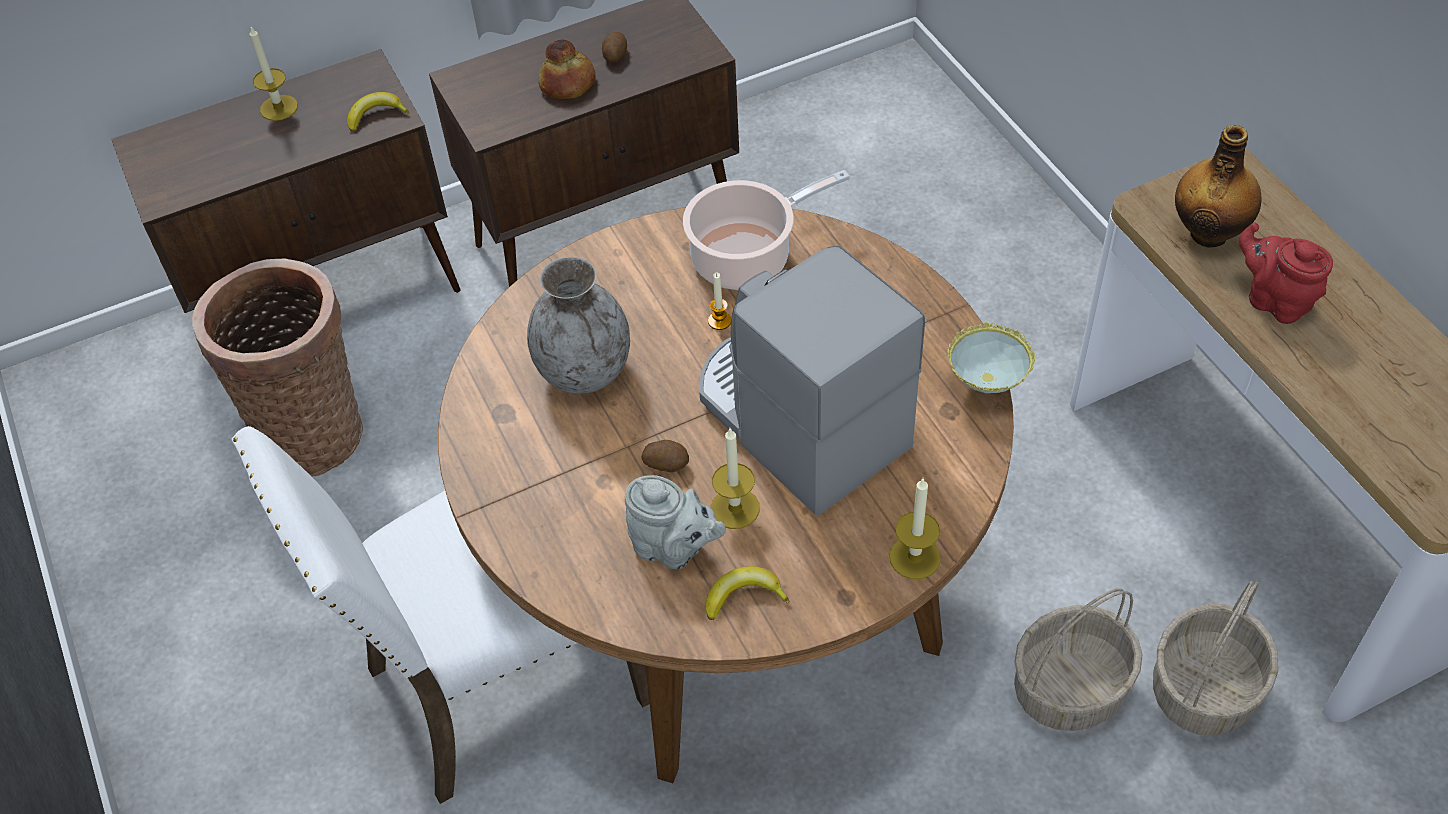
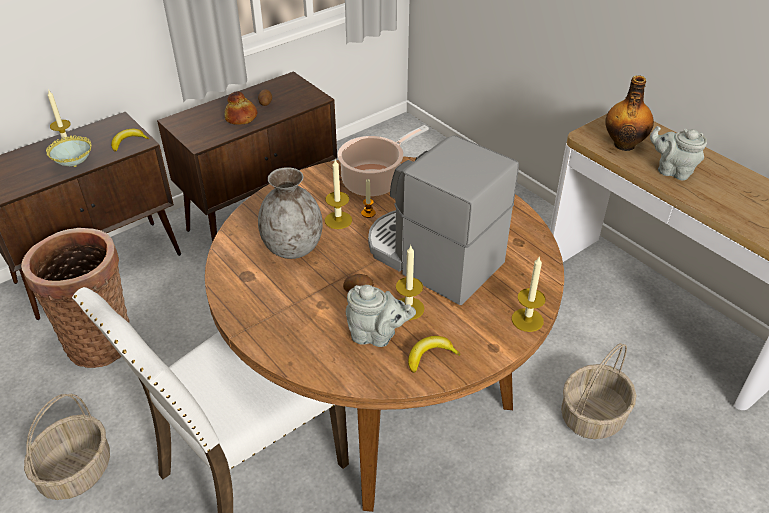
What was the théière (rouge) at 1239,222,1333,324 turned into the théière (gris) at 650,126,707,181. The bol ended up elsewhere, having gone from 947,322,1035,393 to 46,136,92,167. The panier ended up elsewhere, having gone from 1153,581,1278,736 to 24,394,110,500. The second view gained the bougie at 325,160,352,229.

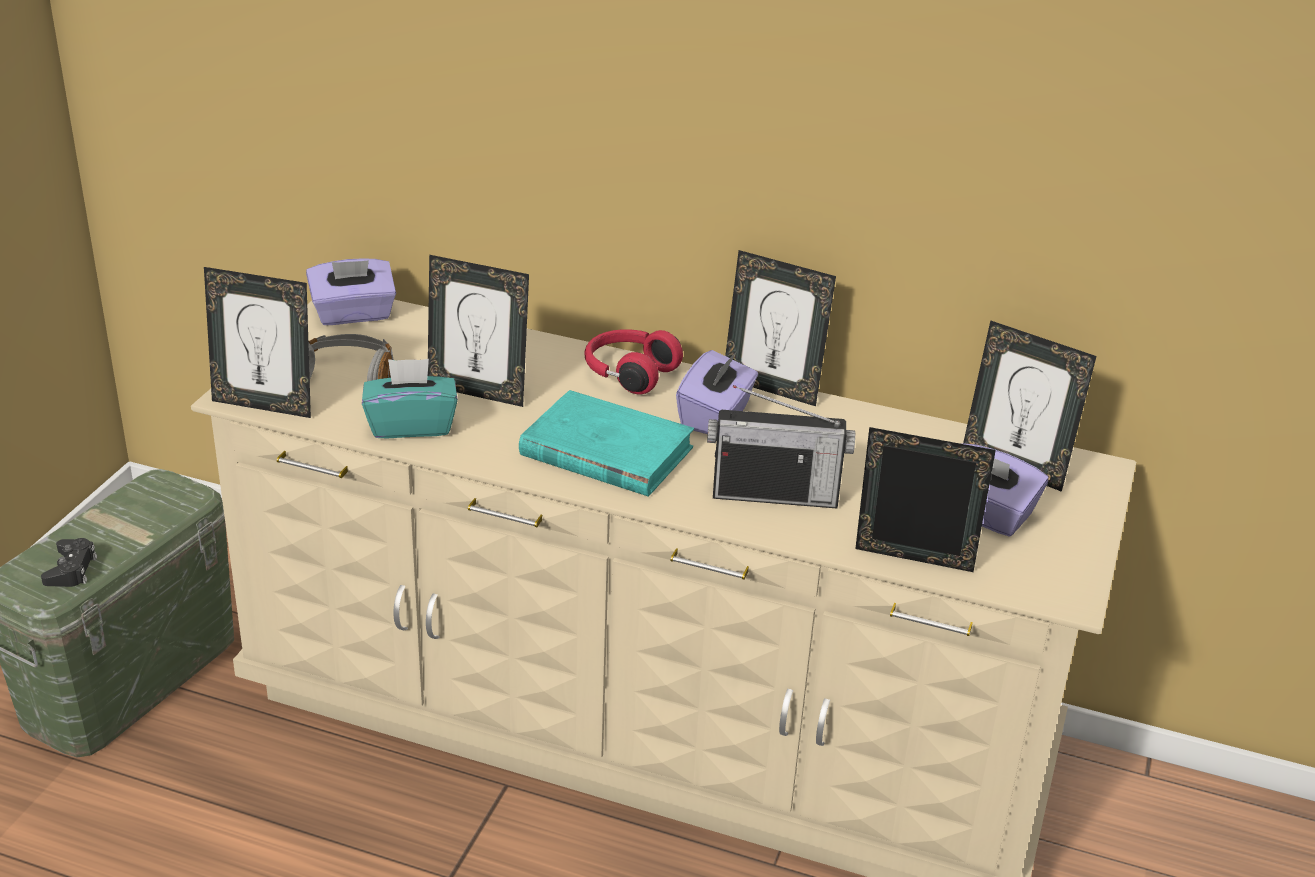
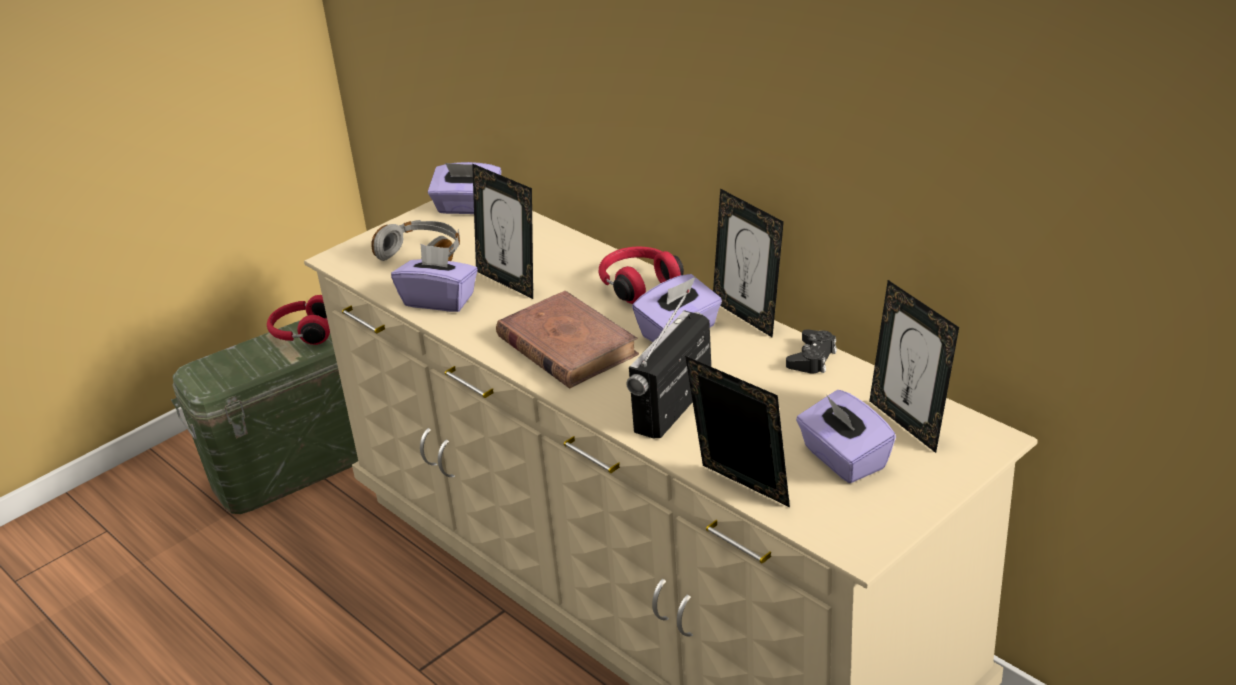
The second view lost the cadre photo at 204,267,311,418. What was the boîte à mouchoirs (turquoise) at 362,359,458,438 turned into the boîte à mouchoirs (violet) at 391,244,478,312. The radio at 707,385,855,508 ended up facing another way, 90 degrees clockwise from before. What was the livre (turquoise) at 519,390,694,497 turned into the livre (marron) at 496,291,639,388. The manette (noir) ended up elsewhere, having gone from 41,538,97,587 to 786,329,837,373. The second view gained the casque audio (rouge) at 267,295,330,345.

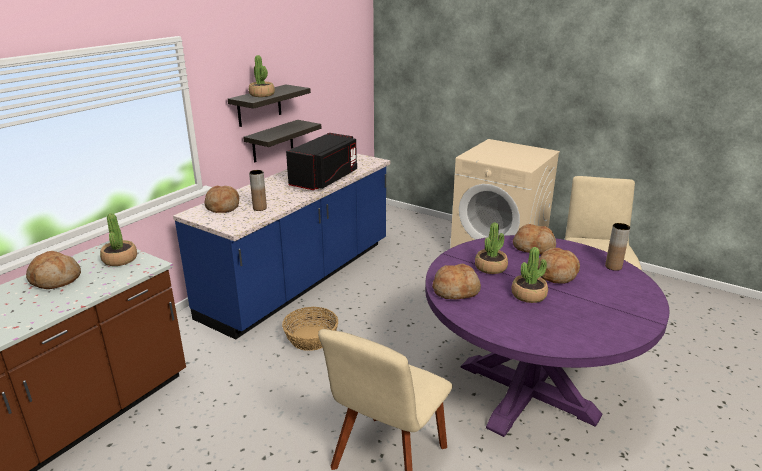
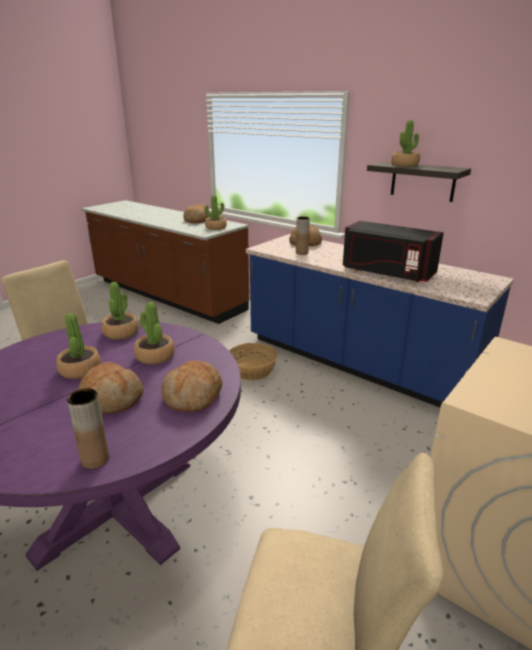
The second view lost the étagère at 243,120,321,162. Where the pain stood at 432,264,481,300, the plante en pot came to stand at 101,282,139,339.

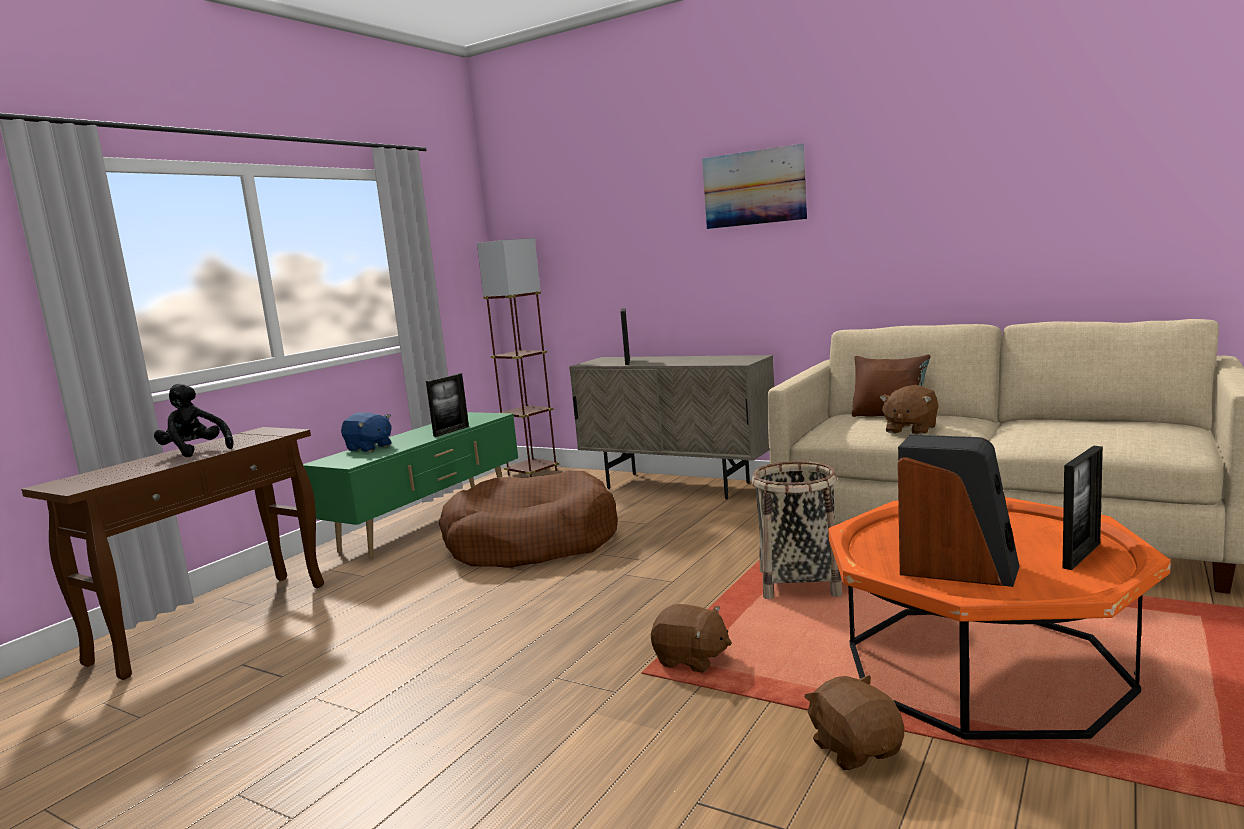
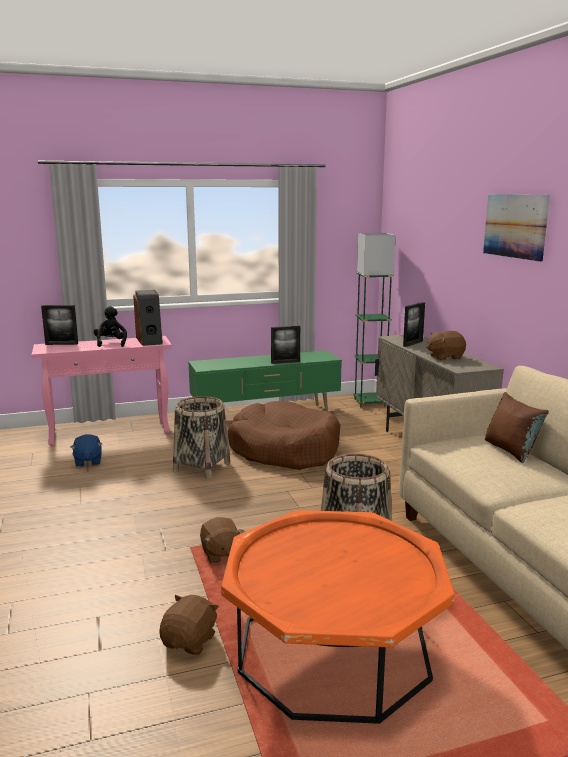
What was the lampadaire (marron) at 477,238,559,477 turned into the lampadaire (vert) at 353,233,396,407. The peluche (marron) ended up elsewhere, having gone from 879,385,939,435 to 426,331,466,360. The peluche (bleu) ended up elsewhere, having gone from 341,412,392,452 to 70,434,102,467. What was the table console (marron) at 21,427,324,680 turned into the table console (rose) at 32,336,172,446. The enceinte ended up elsewhere, having gone from 898,435,1020,587 to 133,290,163,346. The cadre photo ended up elsewhere, having gone from 1063,446,1103,570 to 41,305,78,345. The second view gained the panier at 173,396,230,479.

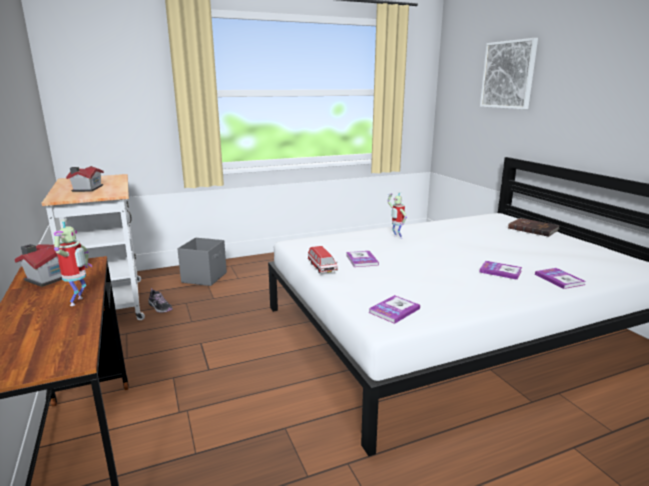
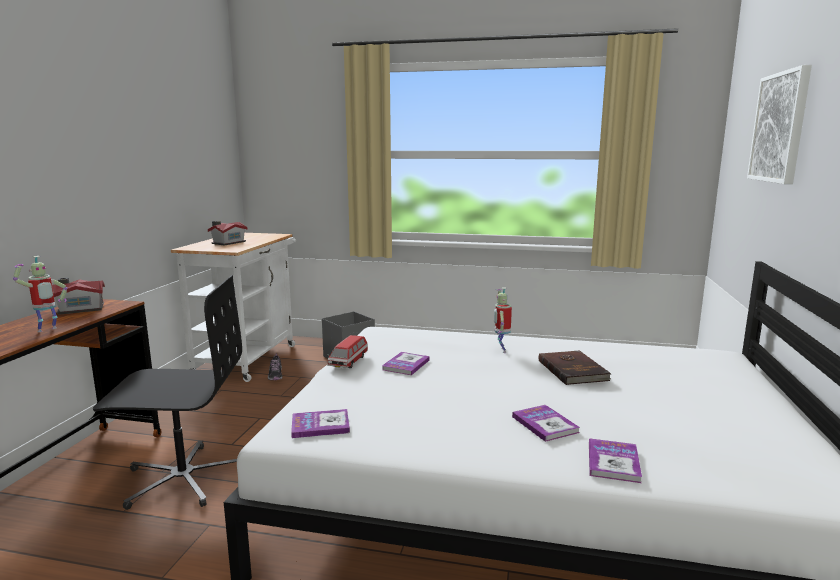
The livre (marron) ended up elsewhere, having gone from 508,218,559,237 to 538,350,611,385. The second view gained the chaise de bureau (noir) at 93,275,242,510.

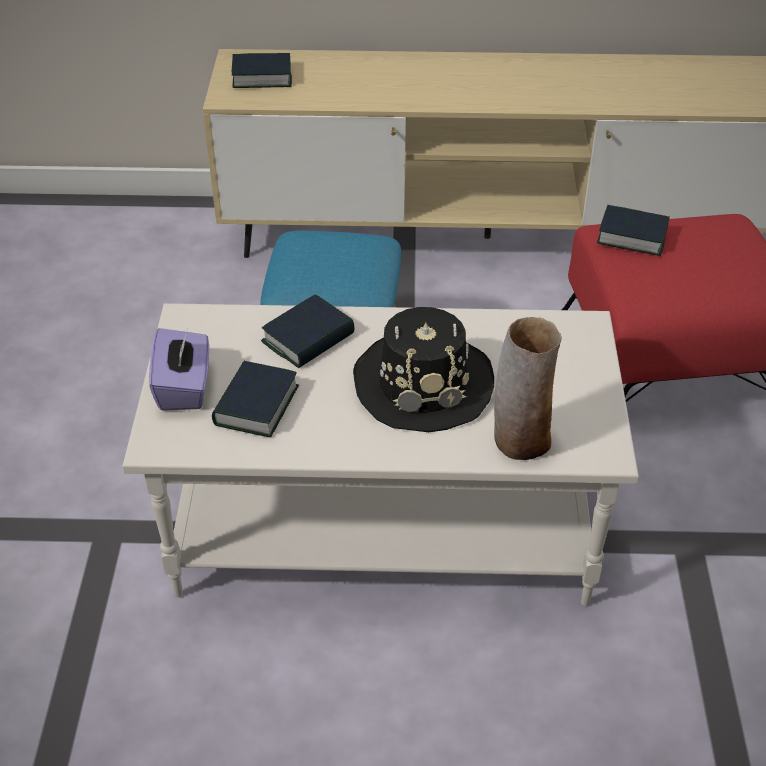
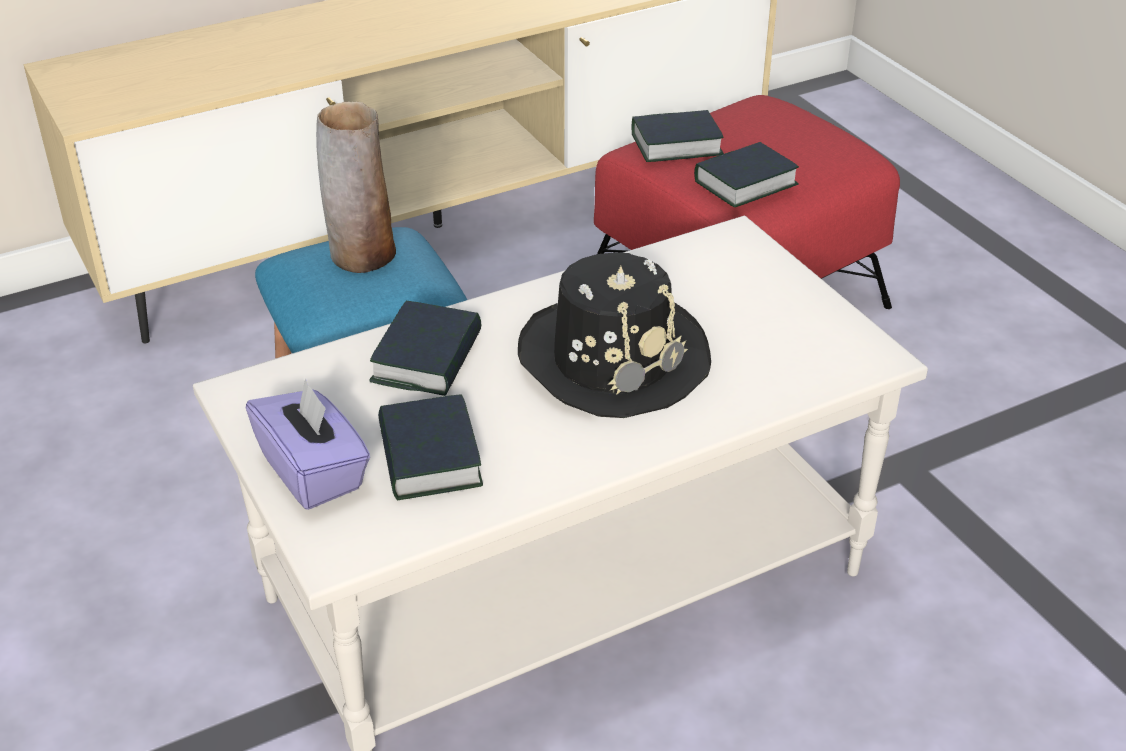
The livre ended up elsewhere, having gone from 232,53,292,88 to 694,142,799,207. The vase ended up elsewhere, having gone from 494,317,562,460 to 316,102,396,273.

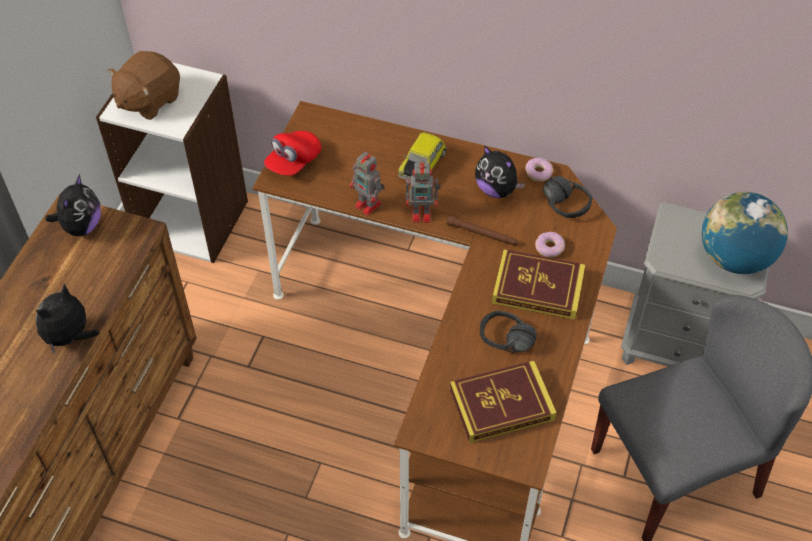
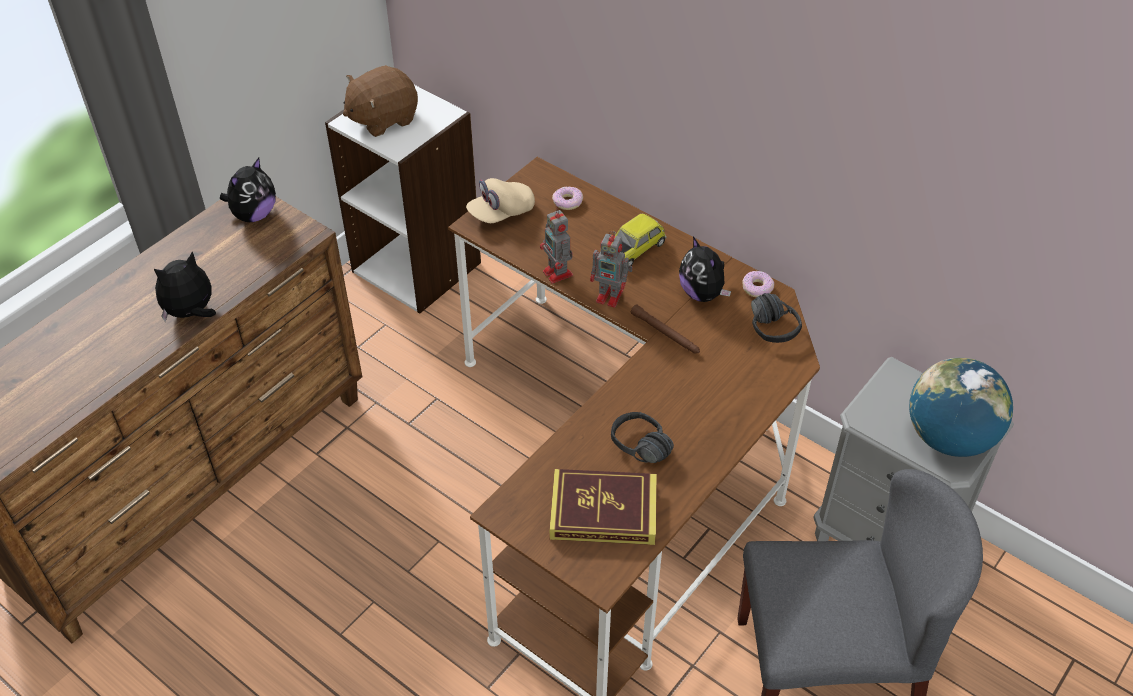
What was the casquette (rouge) at 264,131,321,176 turned into the casquette (beige) at 466,178,535,223. The beignet ended up elsewhere, having gone from 535,232,565,257 to 552,186,583,210. The second view lost the livre at 492,249,585,320.

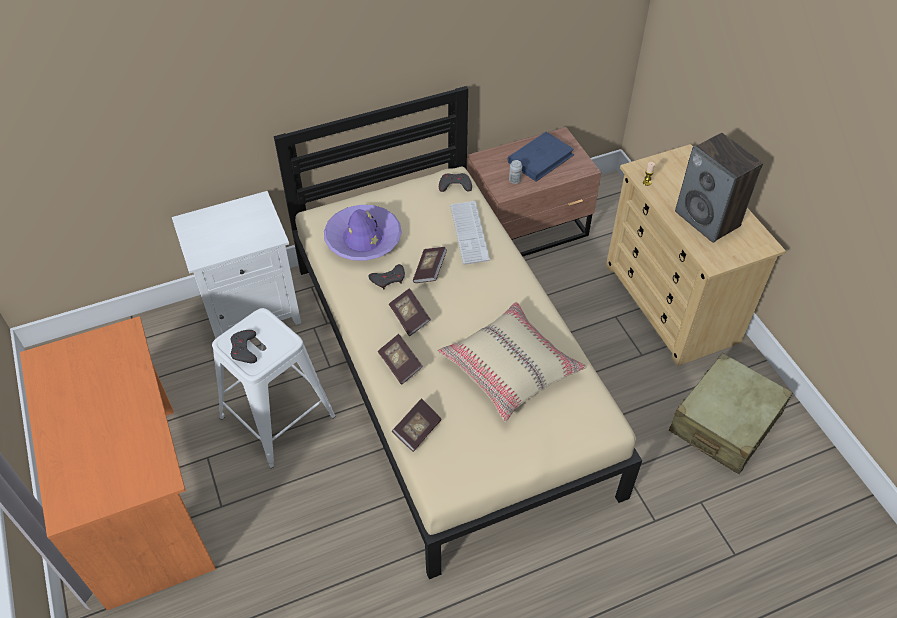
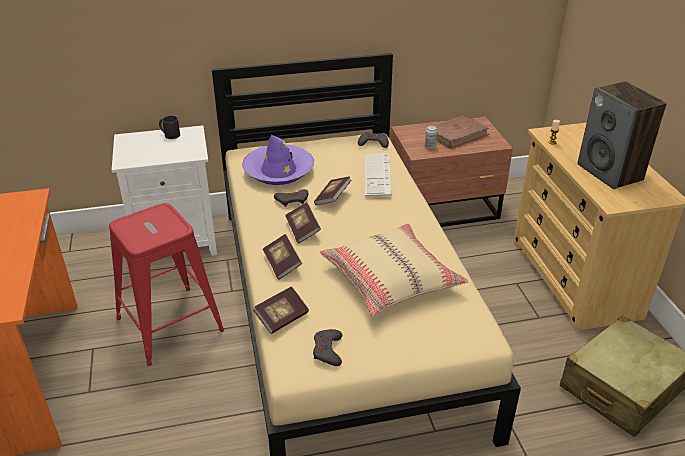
What was the livre (bleu) at 507,132,574,181 turned into the livre (marron) at 434,115,489,149. What was the tabouret (blanc) at 212,308,335,468 turned into the tabouret (rouge) at 109,203,224,366. The manette (gris) ended up elsewhere, having gone from 230,330,257,363 to 313,329,342,366. The second view gained the mug (noir) at 159,116,180,139.

